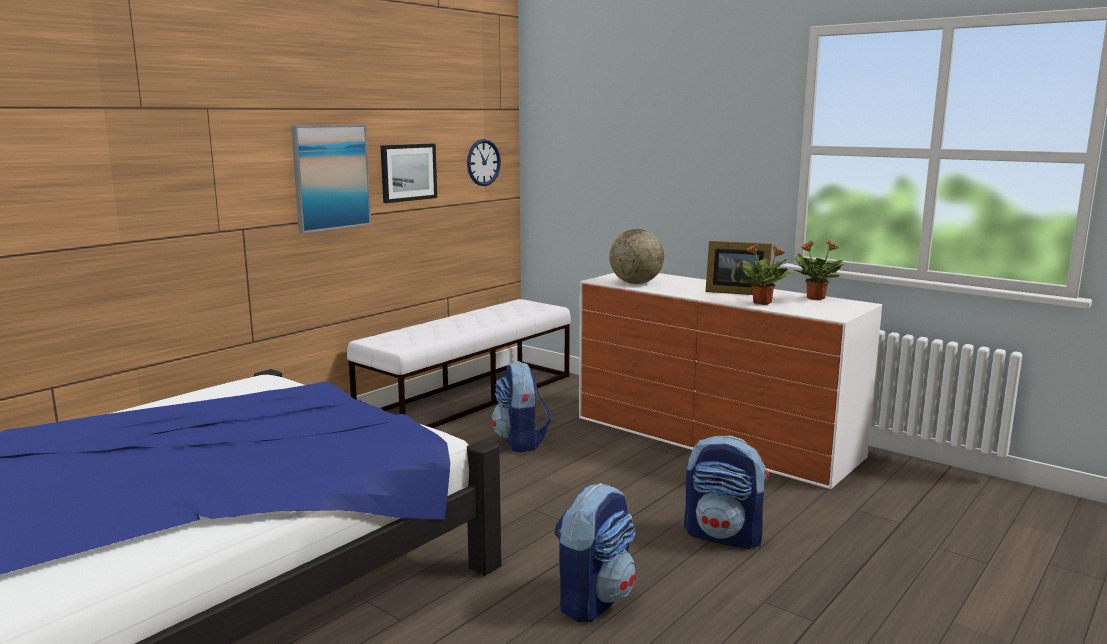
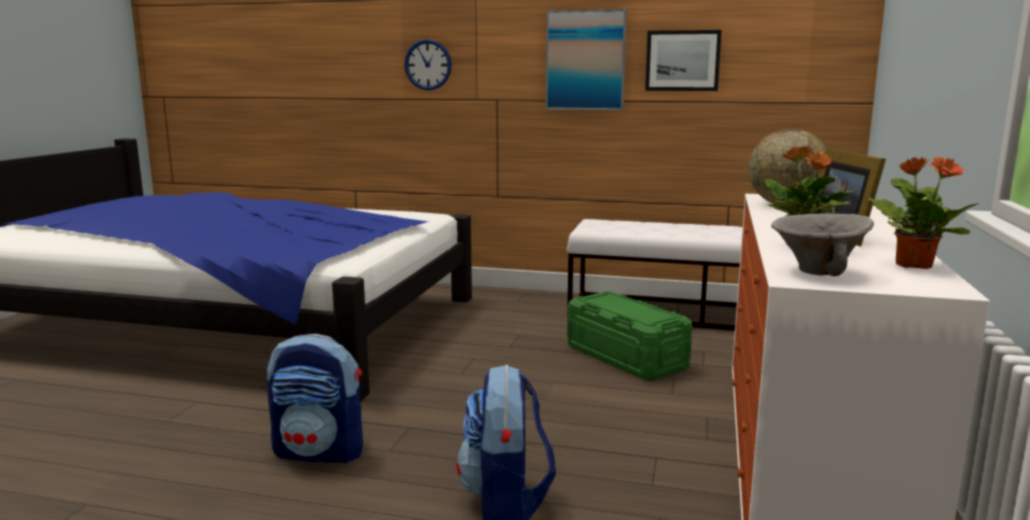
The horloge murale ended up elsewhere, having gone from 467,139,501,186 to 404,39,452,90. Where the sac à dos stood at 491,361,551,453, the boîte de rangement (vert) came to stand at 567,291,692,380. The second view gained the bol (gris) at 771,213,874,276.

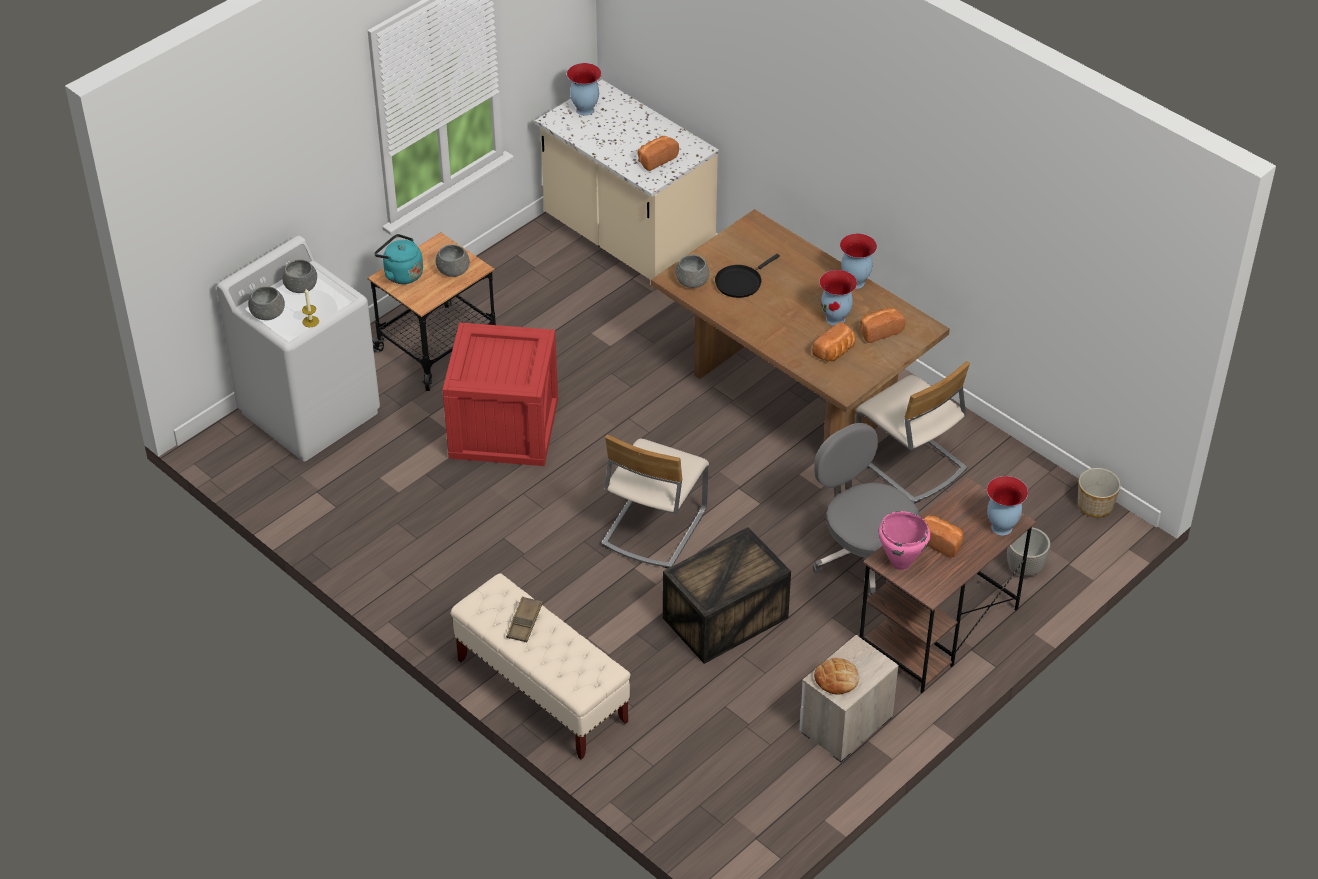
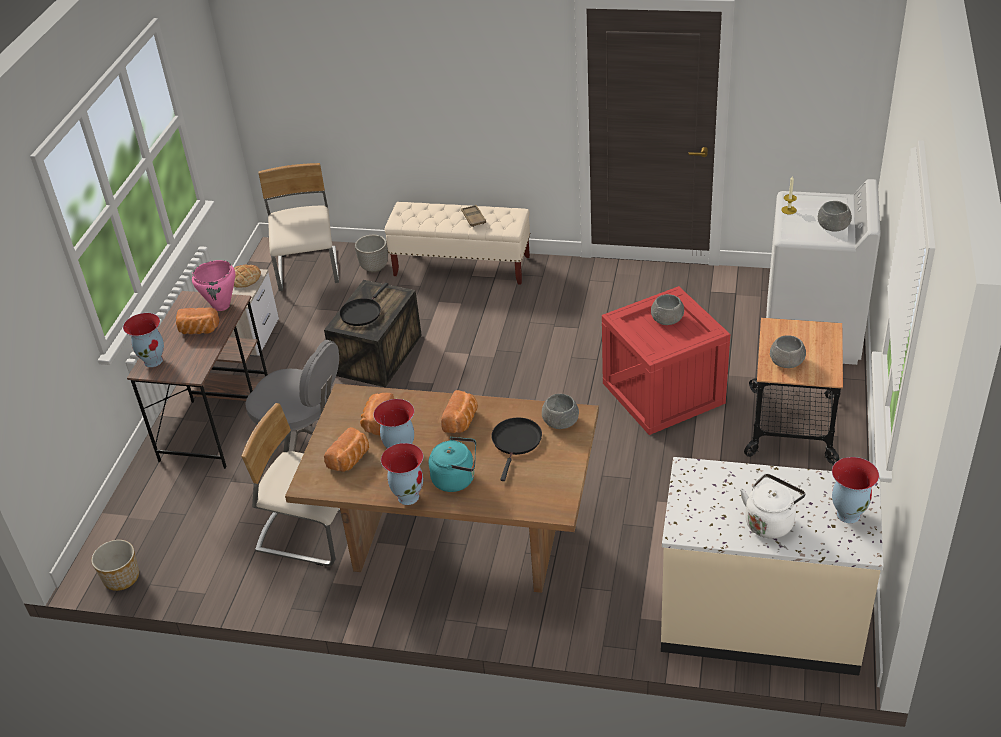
The pain ended up elsewhere, having gone from 637,136,679,171 to 441,390,478,433. The bouilloire (turquoise) ended up elsewhere, having gone from 374,234,423,284 to 428,437,476,492. The bol (gris) ended up elsewhere, having gone from 248,286,285,320 to 651,294,684,325. The chaise (beige) ended up elsewhere, having gone from 601,434,709,568 to 259,163,339,291. The cache-pot ended up elsewhere, having gone from 1007,527,1051,576 to 355,235,388,273. The second view gained the poêle (noir) at 339,283,388,326. The second view gained the bouilloire (blanc) at 740,474,805,539.

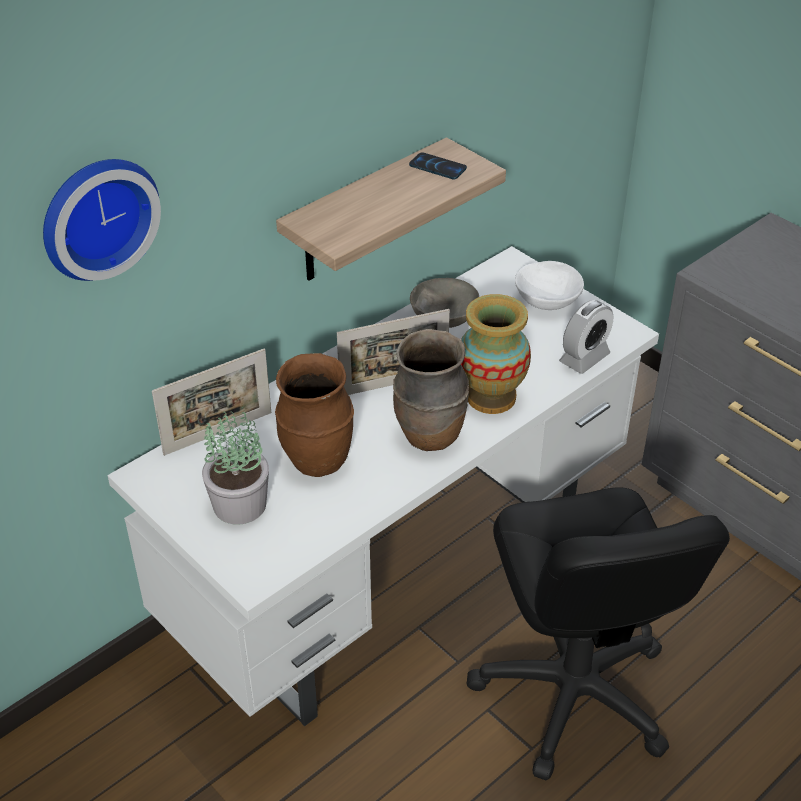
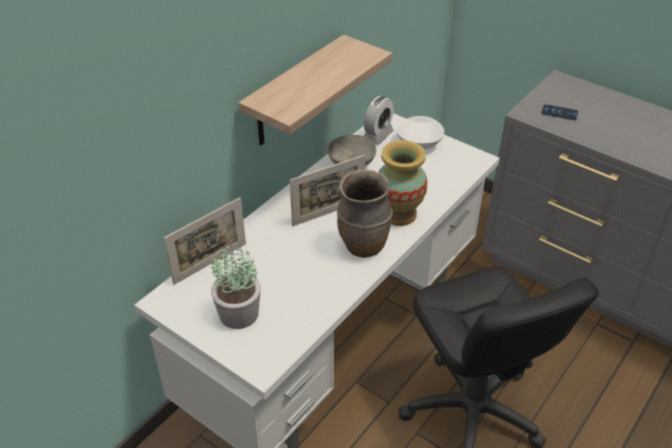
The téléphone ended up elsewhere, having gone from 409,152,467,180 to 542,104,578,120. The second view lost the horloge murale at 43,159,161,281. The réveil ended up elsewhere, having gone from 559,300,613,374 to 364,96,394,145. The second view lost the vase (marron) at 275,353,354,477.

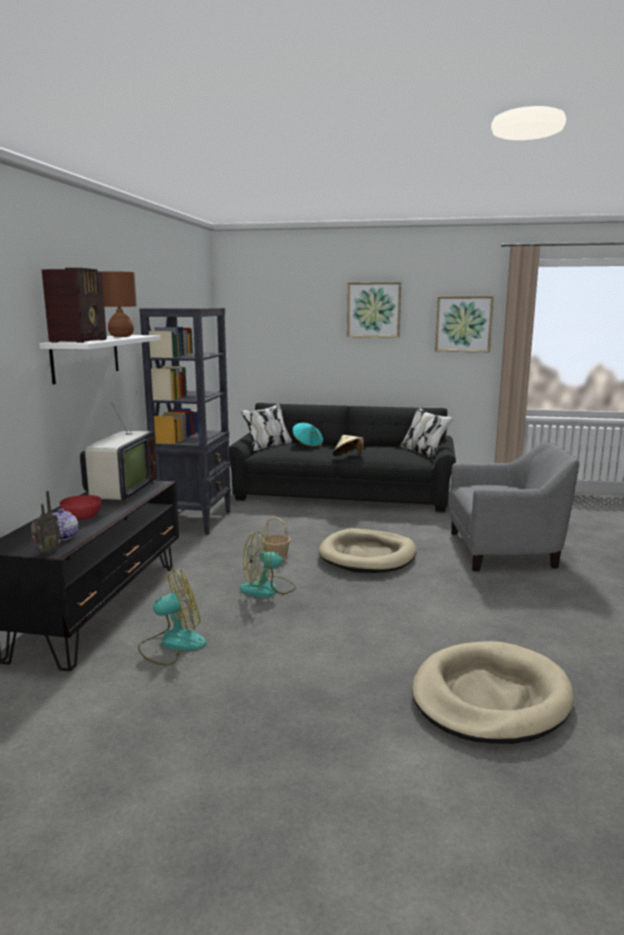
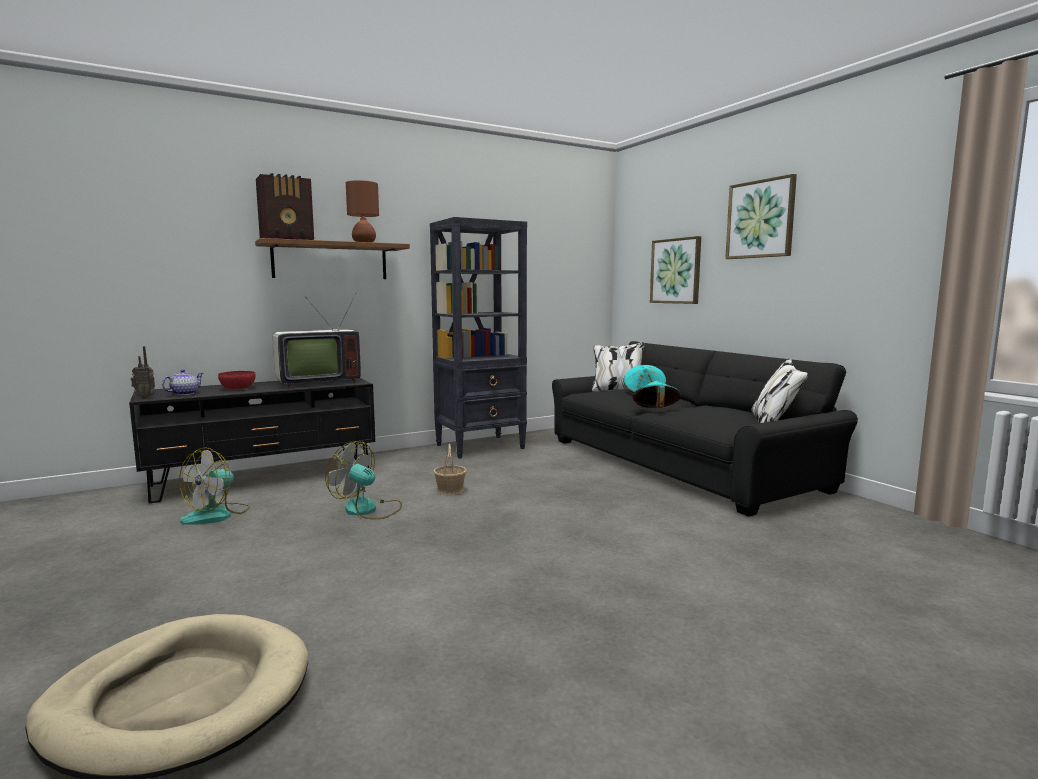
The tableau ended up elsewhere, having gone from 435,296,494,352 to 650,236,701,304. What was the étagère (blanc) at 39,335,160,385 turned into the étagère (marron) at 255,238,410,279. What was the chapeau (beige) at 333,435,365,456 turned into the chapeau (turquoise) at 633,381,681,408. The second view lost the fauteuil (gris) at 449,441,579,571. The second view lost the panier pour chien (beige) at 319,528,416,573. The ventilateur at 138,569,206,665 ended up facing another way, 90 degrees clockwise from before.

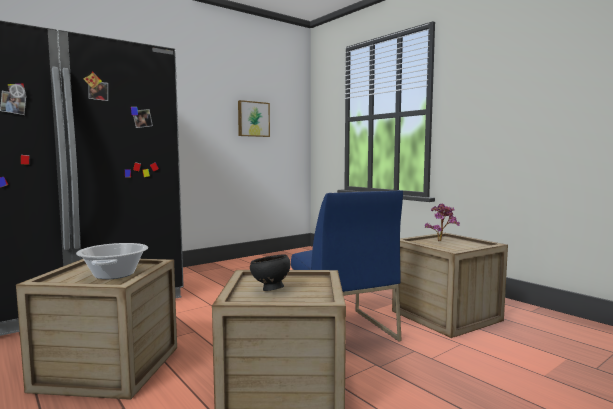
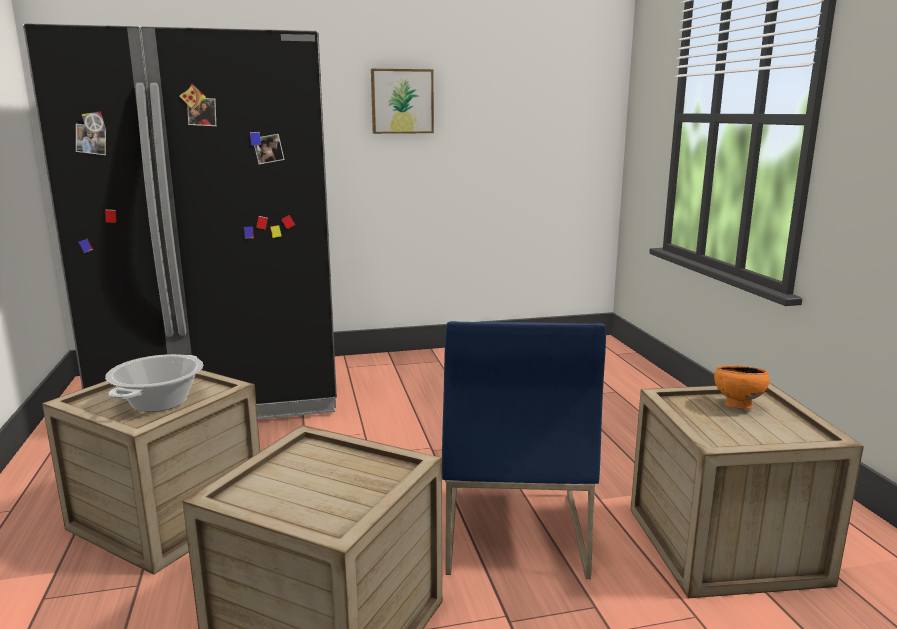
The tableau ended up elsewhere, having gone from 238,100,270,137 to 371,69,434,134. Where the plante en pot stood at 425,204,460,241, the bol (orange) came to stand at 714,365,770,409. The second view lost the bol (noir) at 250,254,290,291.

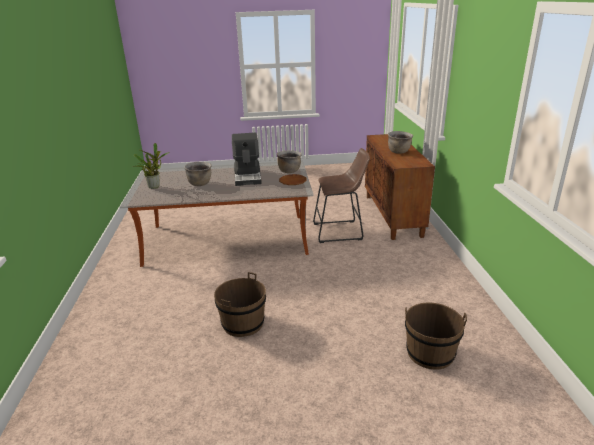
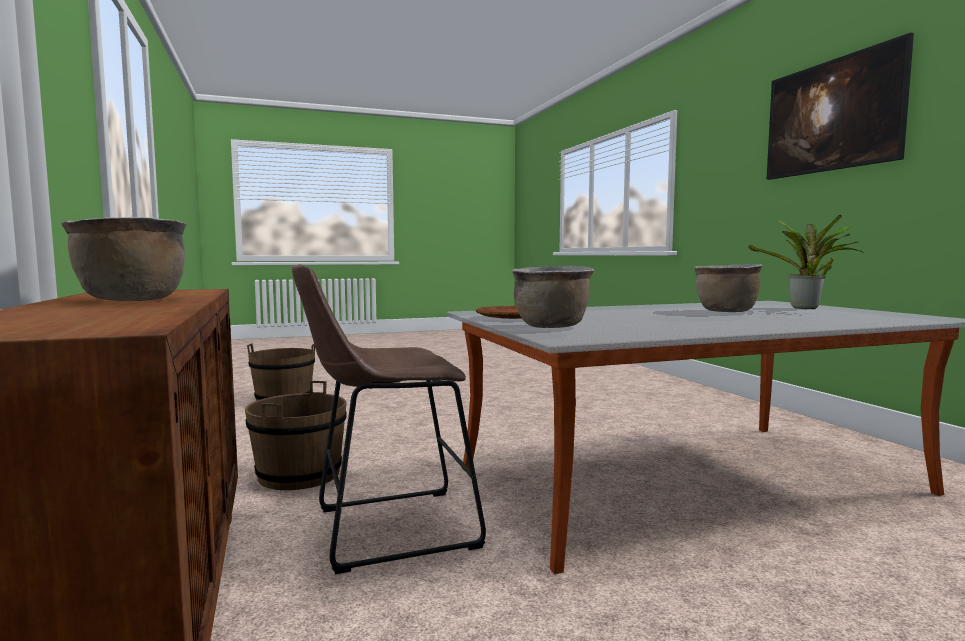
The second view lost the machine à café at 232,133,262,186. The seau (marron) ended up elsewhere, having gone from 214,272,266,337 to 245,381,347,490. The second view gained the tableau at 766,32,914,180.

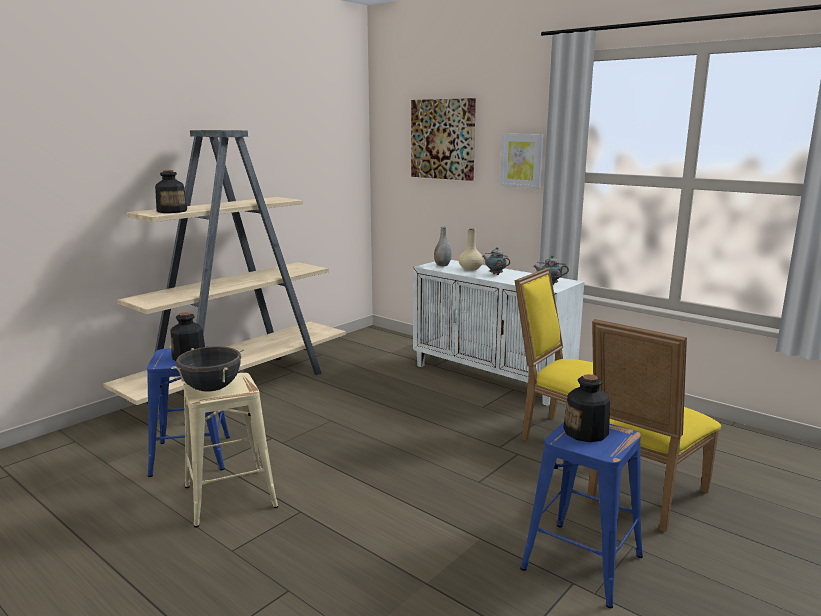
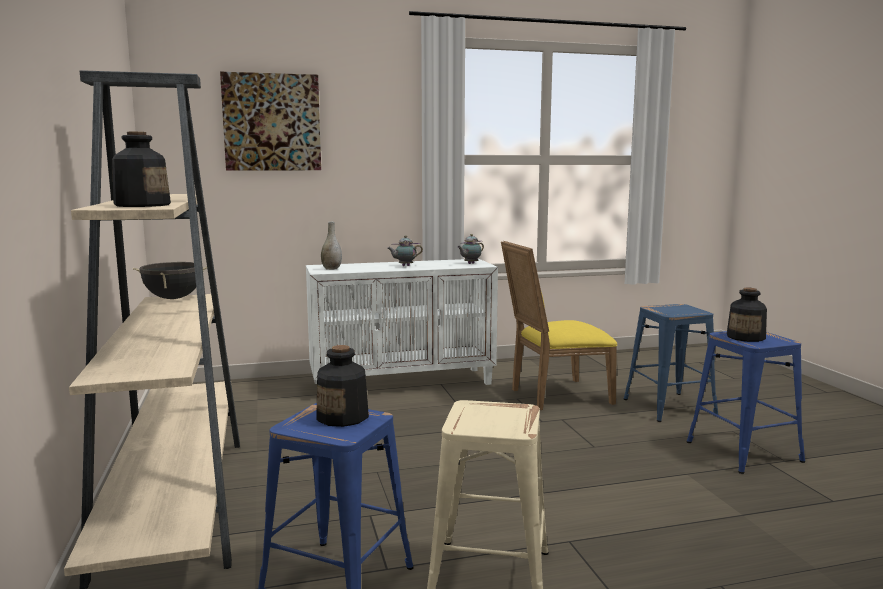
The second view lost the tableau at 500,134,544,189. The second view lost the vase (beige) at 459,228,484,271. Where the chaise (jaune) stood at 587,319,721,532, the tabouret (bleu) came to stand at 624,304,718,422. The marmite (noir) ended up elsewhere, having gone from 171,346,244,392 to 133,262,207,299.

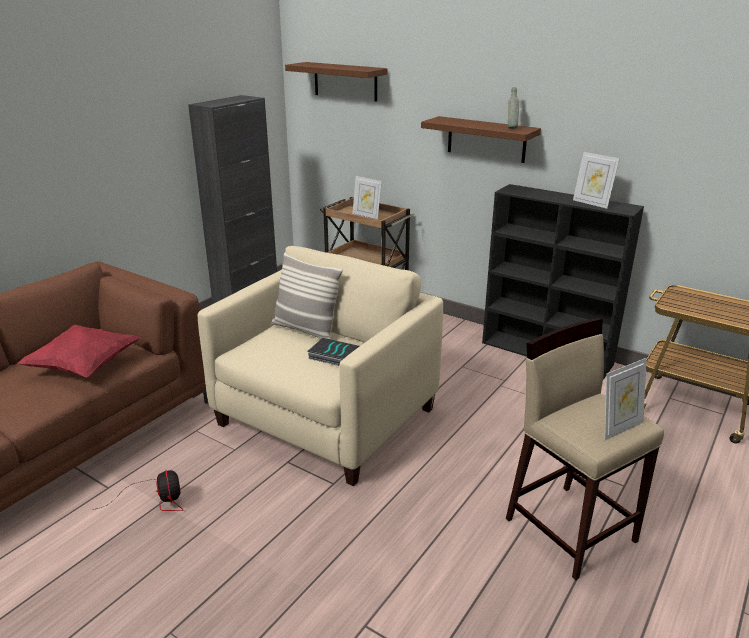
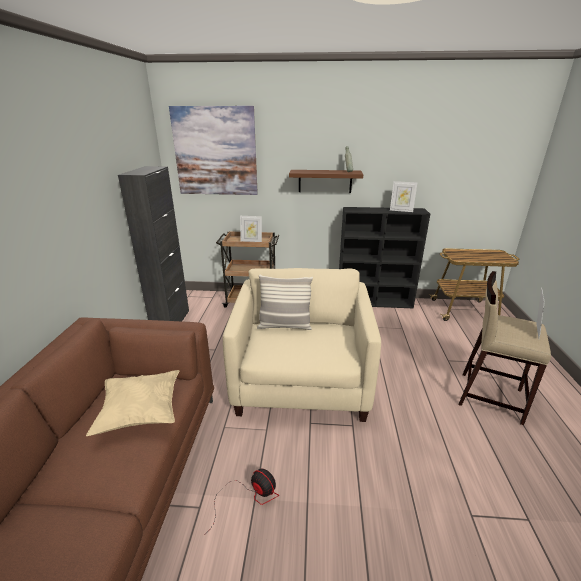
Where the étagère (marron) hung at 285,62,387,102, the tableau came to hang at 169,106,258,195. What was the coussin (rouge) at 17,325,141,378 turned into the coussin (beige) at 86,370,179,436. The second view lost the livre at 308,338,360,366.

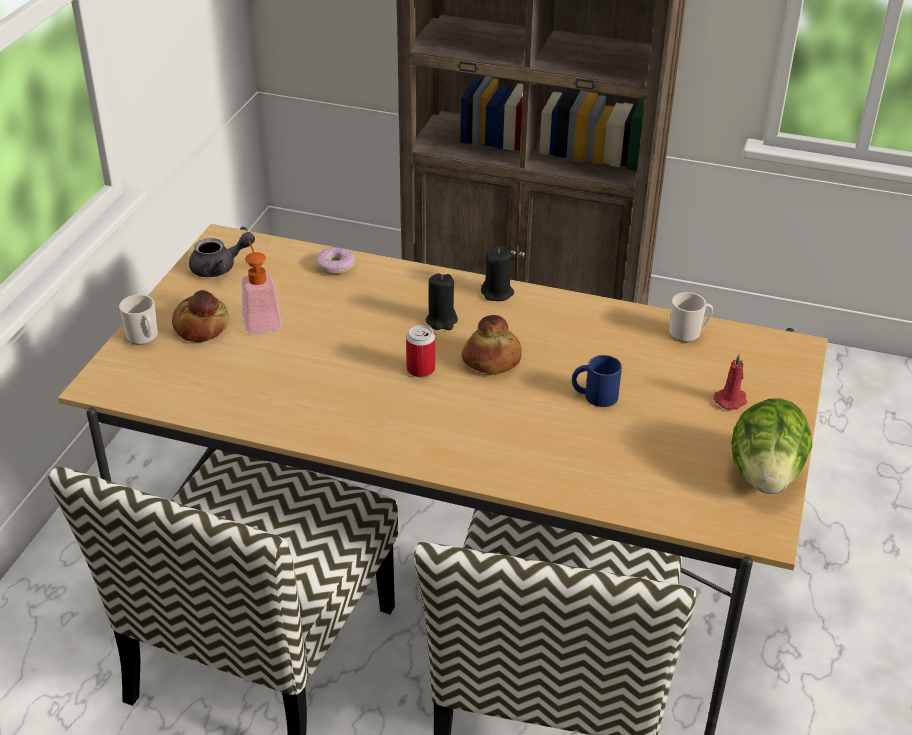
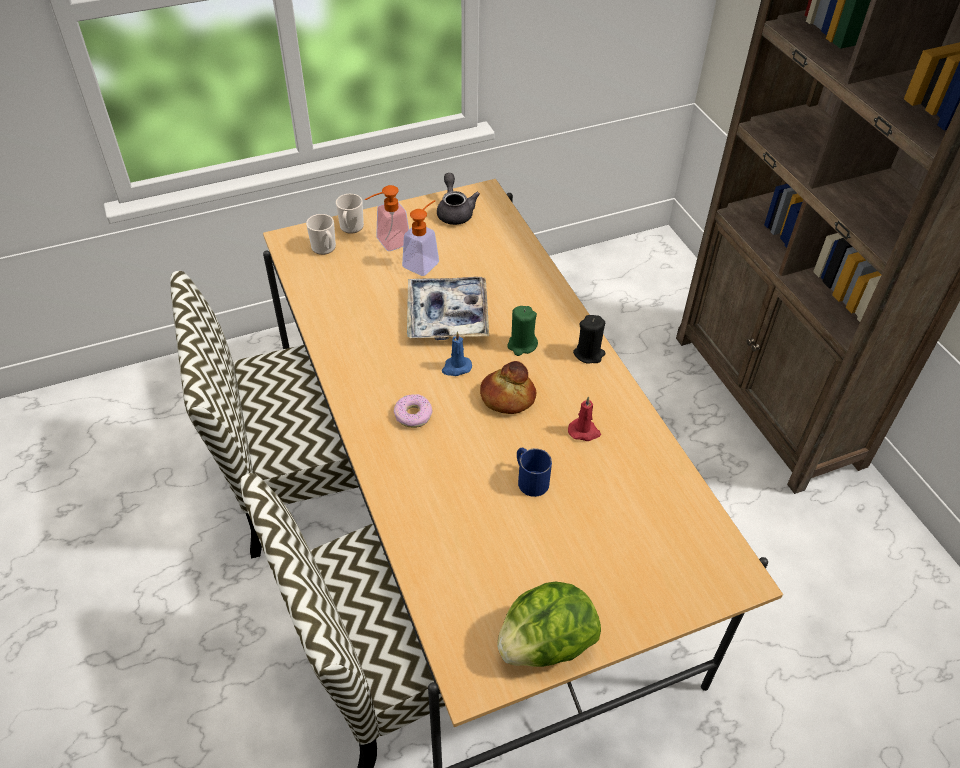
The théière (gris) at 189,232,255,277 ended up facing another way, 135 degrees counterclockwise from before. The beignet ended up elsewhere, having gone from 316,247,355,275 to 394,394,432,428. What was the bougie (noir) at 426,273,458,330 turned into the bougie (vert) at 507,306,538,356. Where the pain stood at 172,290,229,342, the distributeur de savon came to stand at 365,185,409,251. The mug ended up elsewhere, having gone from 669,292,713,342 to 306,214,336,255. Where the boîte métallique stood at 406,325,435,377, the bougie (bleu) came to stand at 442,331,472,376. The bougie (rouge) ended up elsewhere, having gone from 714,353,747,410 to 568,396,601,441. The second view gained the plateau at 407,277,489,340.

